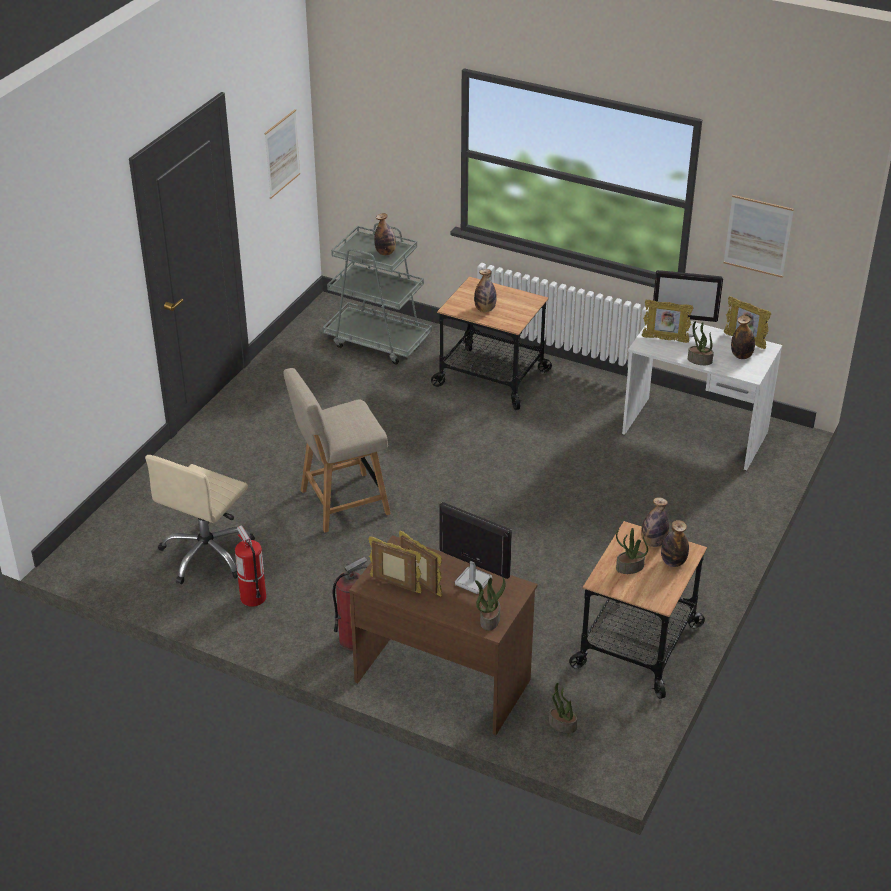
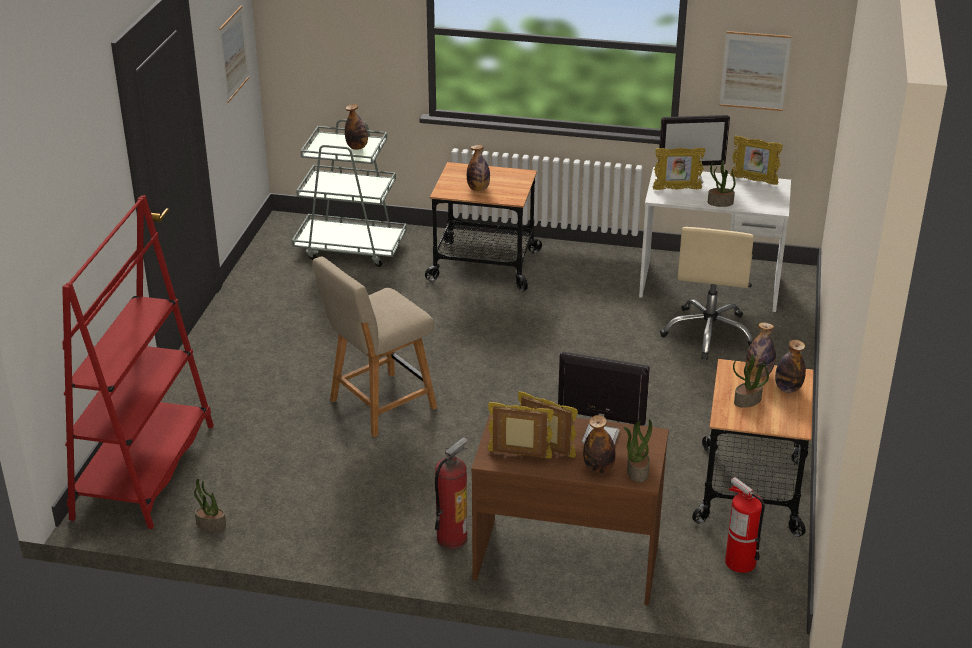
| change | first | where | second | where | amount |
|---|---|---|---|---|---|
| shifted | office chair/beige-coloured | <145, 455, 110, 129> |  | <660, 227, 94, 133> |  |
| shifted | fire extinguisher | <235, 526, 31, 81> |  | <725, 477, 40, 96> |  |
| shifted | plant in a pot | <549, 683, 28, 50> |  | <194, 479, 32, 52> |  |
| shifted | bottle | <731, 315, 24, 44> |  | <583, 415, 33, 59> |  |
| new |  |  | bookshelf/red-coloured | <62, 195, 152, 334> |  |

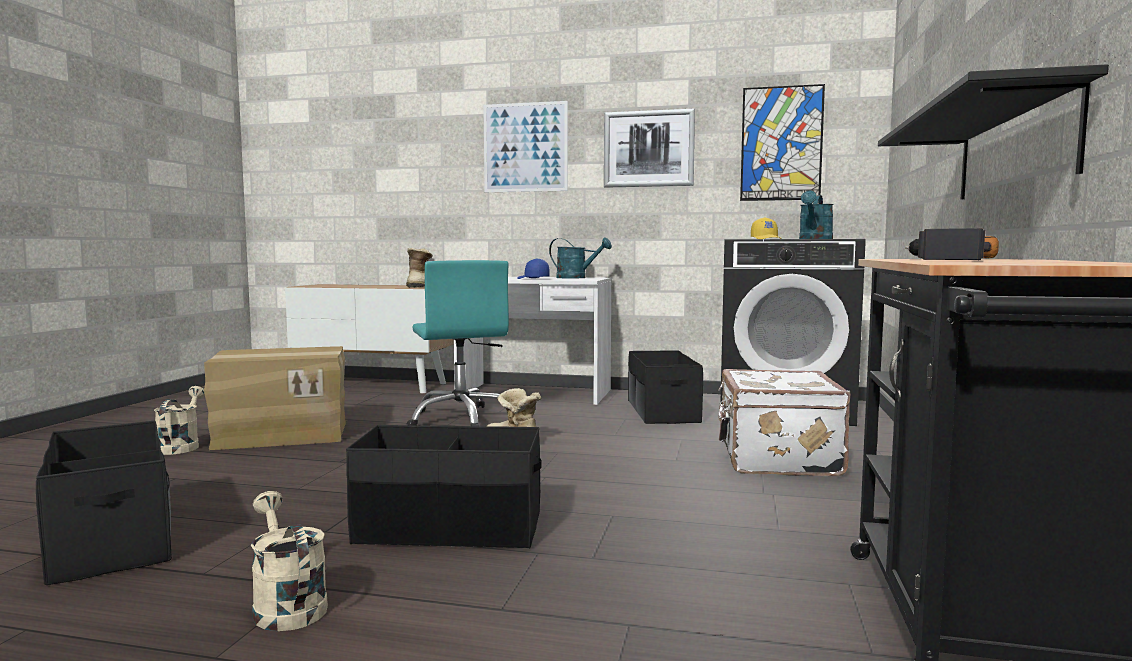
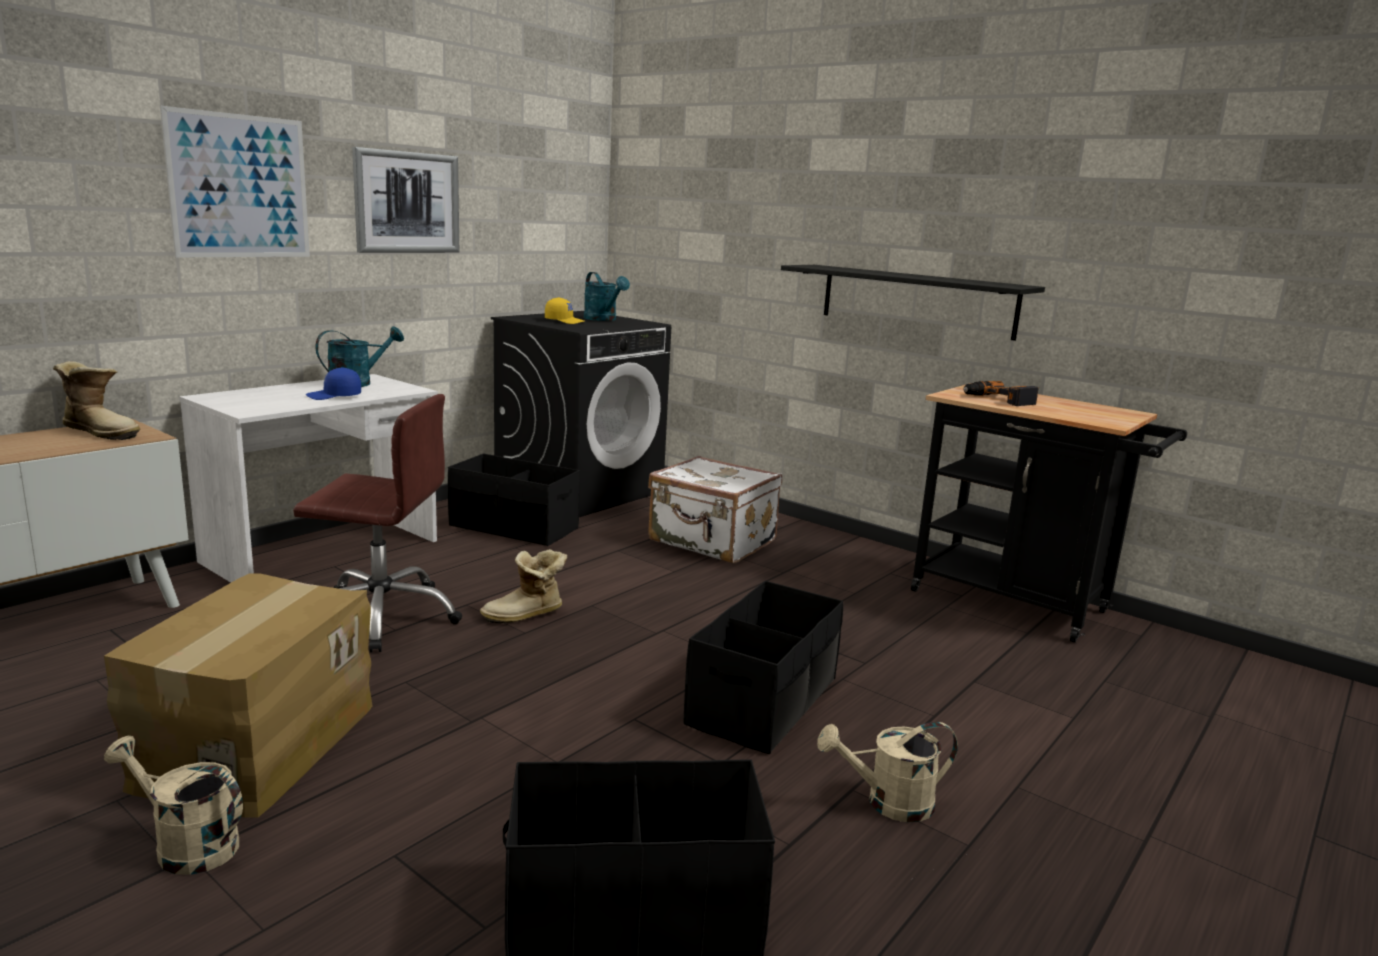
| change | first | where | second | where | amount |
|---|---|---|---|---|---|
| repainted | office chair/turquoise-coloured | <407, 260, 102, 166> | office chair/brown | <293, 394, 169, 259> |  |
| gone | wall picture | <740, 84, 85, 117> |  |  |  |

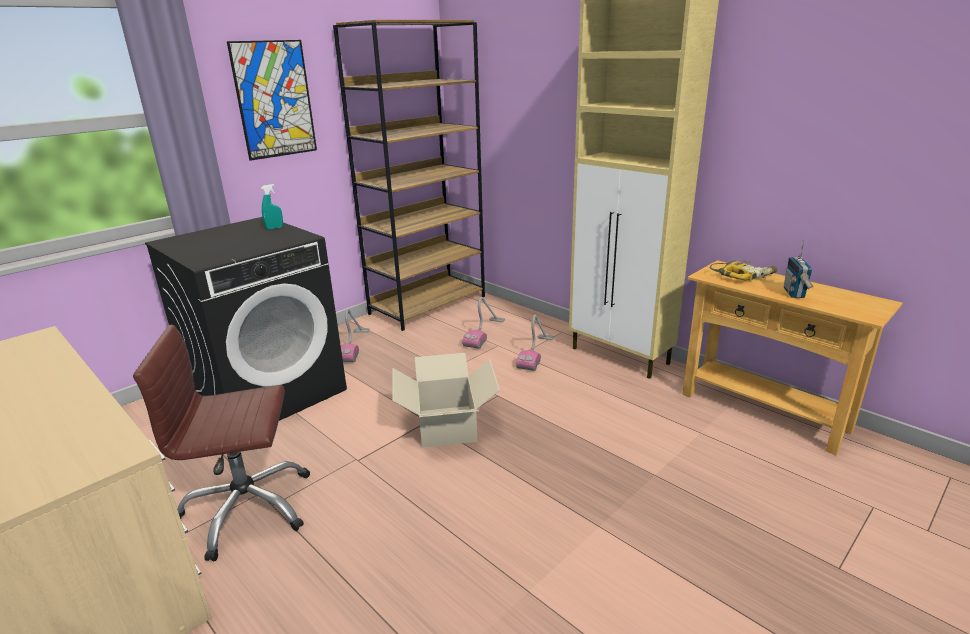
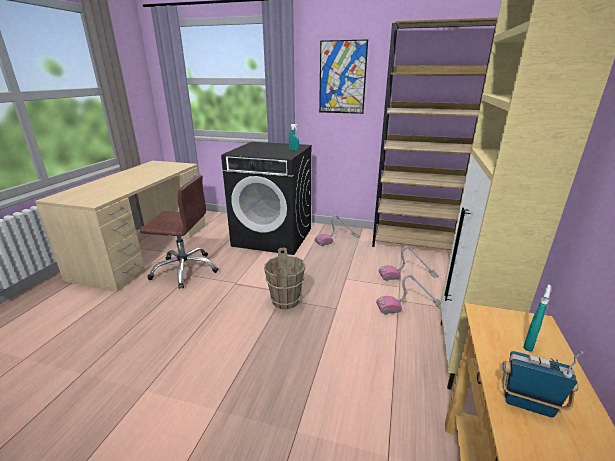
| change | first | where | second | where | amount |
|---|---|---|---|---|---|
| rotated | office chair/brown | <133, 325, 177, 236> |  | <140, 175, 78, 114> | 135 degrees clockwise |
| swapped | packing box | <393, 353, 107, 95> | water bucket/brown | <264, 248, 41, 61> |  |
| swapped | electric drill | <710, 260, 68, 21> | hand sprayer/turquoise-coloured | <523, 285, 28, 67> |  |
| rotated | radio set | <784, 240, 29, 58> |  | <502, 351, 82, 67> | 45 degrees clockwise |

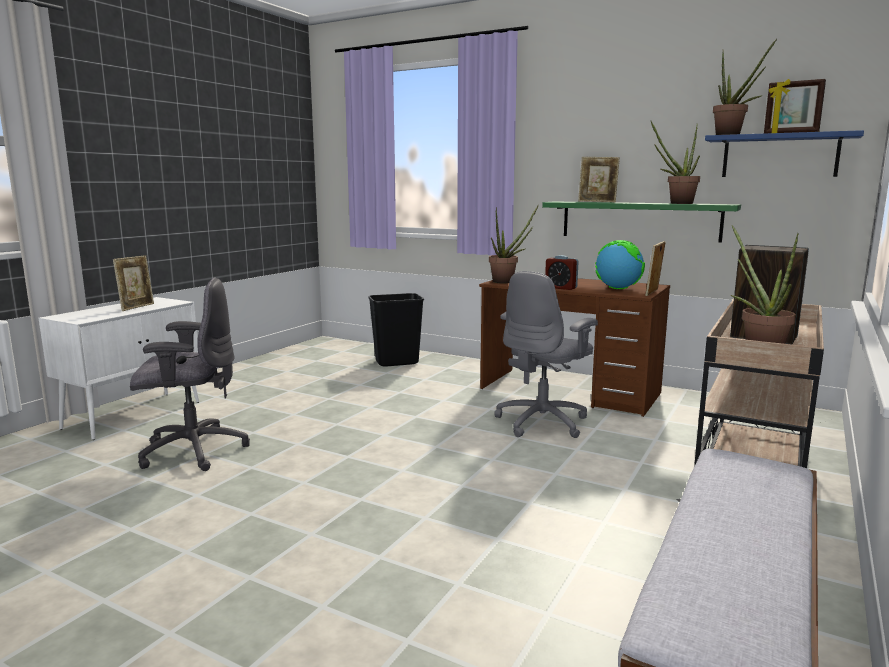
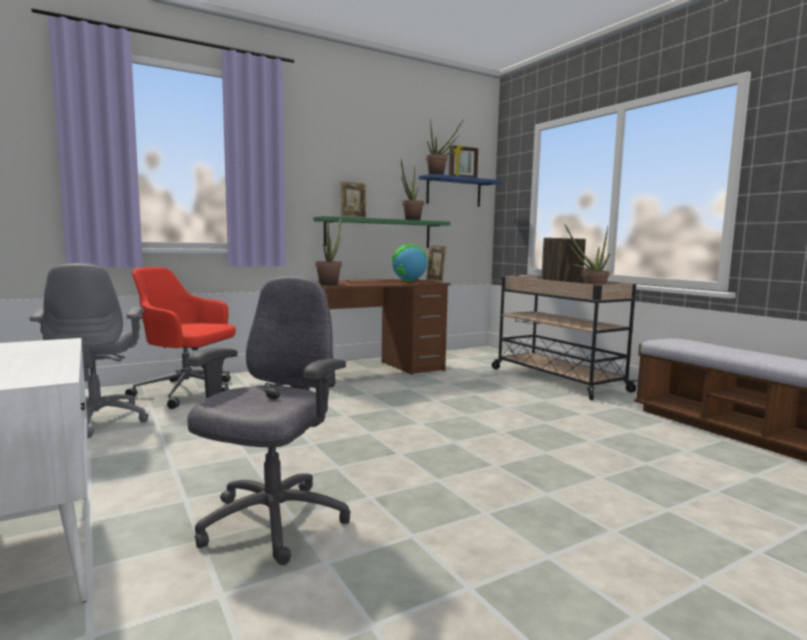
| change | first | where | second | where | amount |
|---|---|---|---|---|---|
| gone | photo frame | <113, 255, 41, 56> |  |  |  |
| swapped | trash can/black-coloured | <368, 293, 56, 74> | office chair/red-coloured | <125, 267, 111, 142> |  |
| shifted | office chair/greyish | <494, 271, 104, 167> |  | <30, 263, 119, 175> |  |
| gone | alarm clock | <545, 255, 34, 35> |  |  |  |

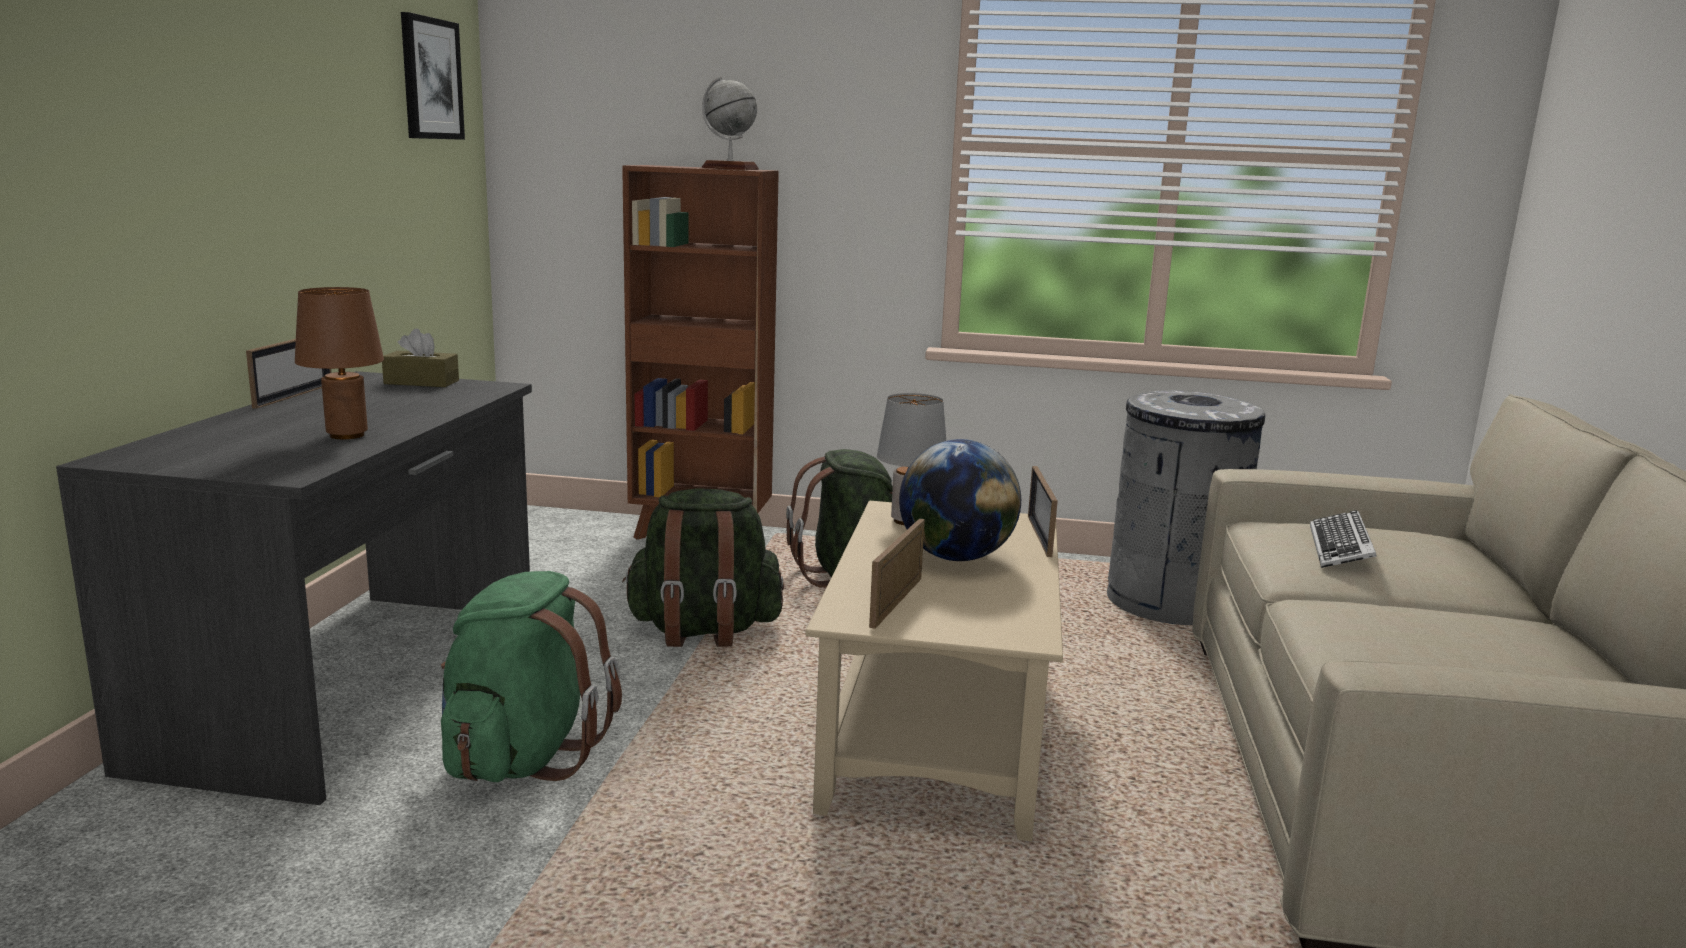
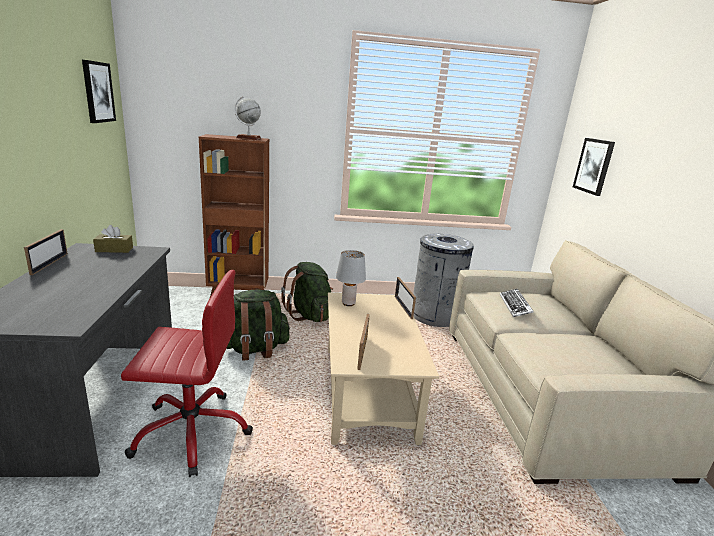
| change | first | where | second | where | amount |
|---|---|---|---|---|---|
| gone | lamp for a table/brown | <295, 287, 89, 152> |  |  |  |
| swapped | knapsack/green | <441, 571, 181, 211> | office chair/red-coloured | <121, 270, 132, 207> |  |
| gone | globe | <899, 439, 122, 122> |  |  |  |
| new |  |  | wall picture | <573, 138, 42, 58> |  |

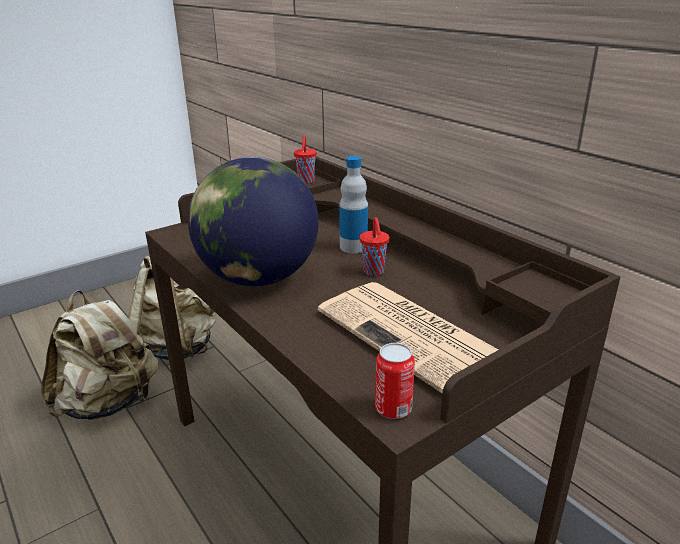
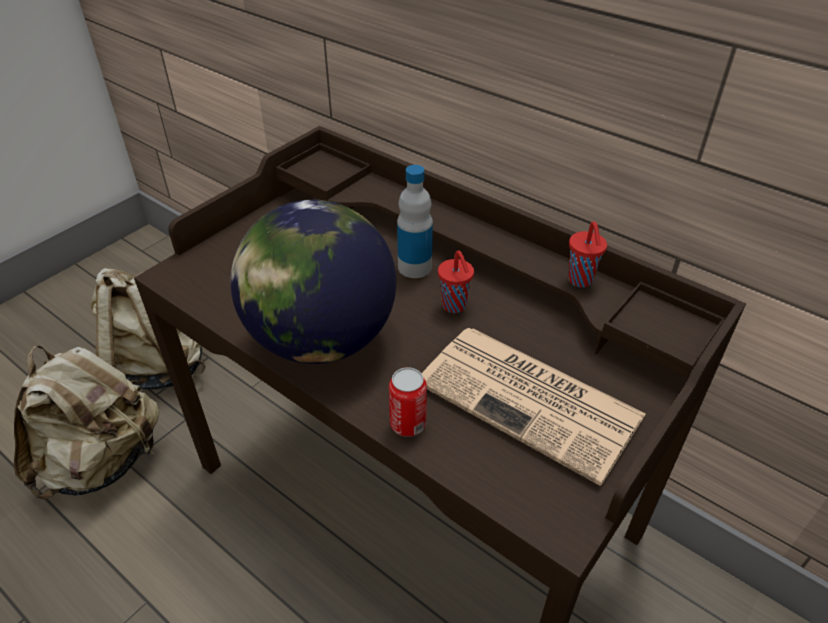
| change | first | where | second | where | amount |
|---|---|---|---|---|---|
| shifted | small cup/red-coloured | <294, 135, 23, 48> |  | <568, 221, 39, 66> |  |
| shifted | metal can | <375, 343, 40, 76> |  | <389, 367, 38, 70> |  |

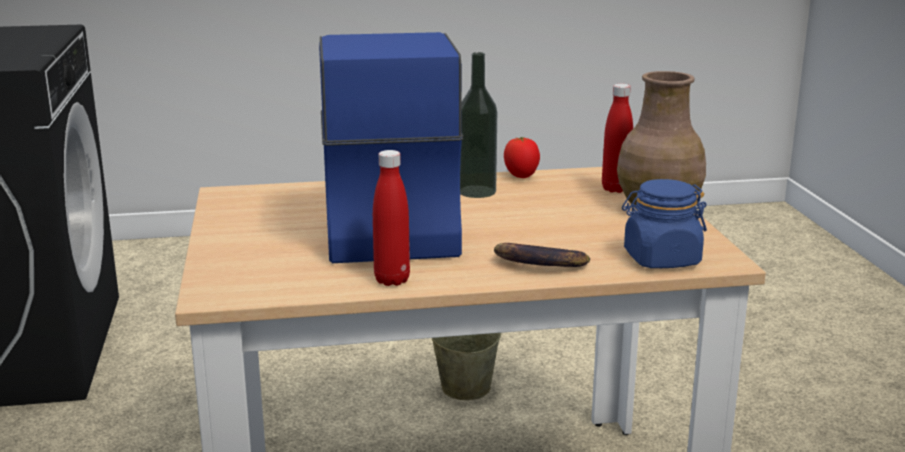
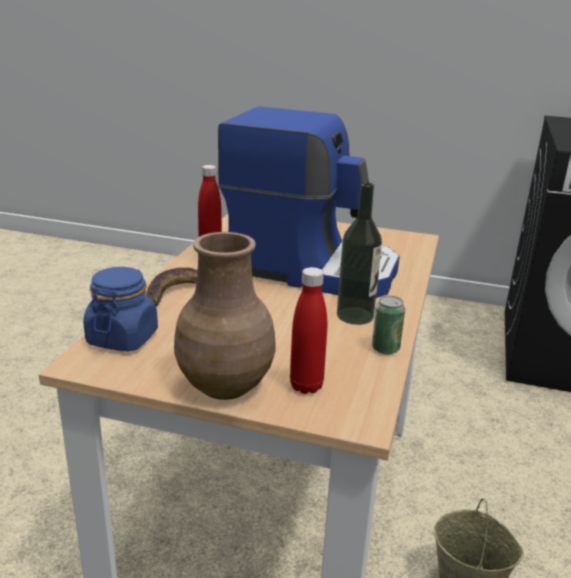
| change | first | where | second | where | amount |
|---|---|---|---|---|---|
| swapped | tomato | <504, 137, 36, 41> | metal can | <372, 296, 33, 58> |  |

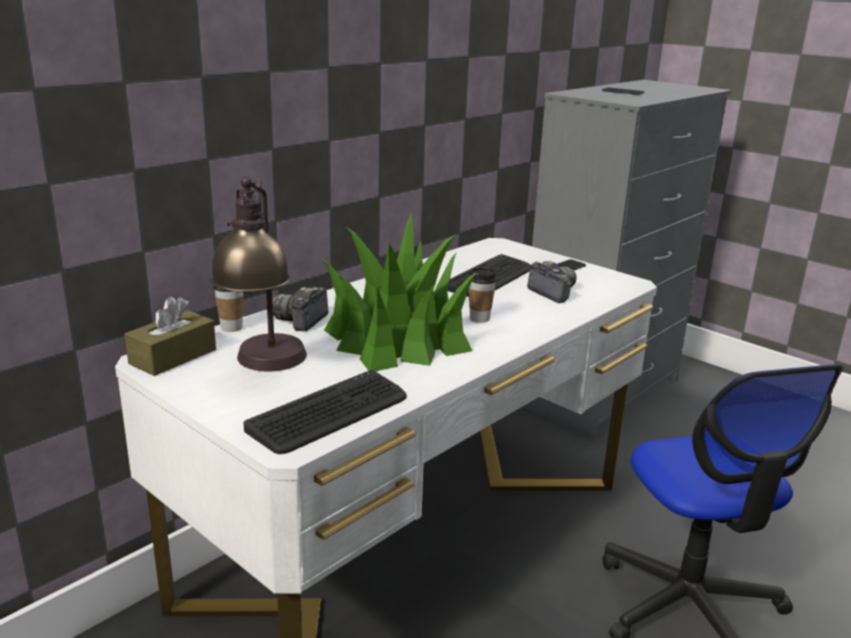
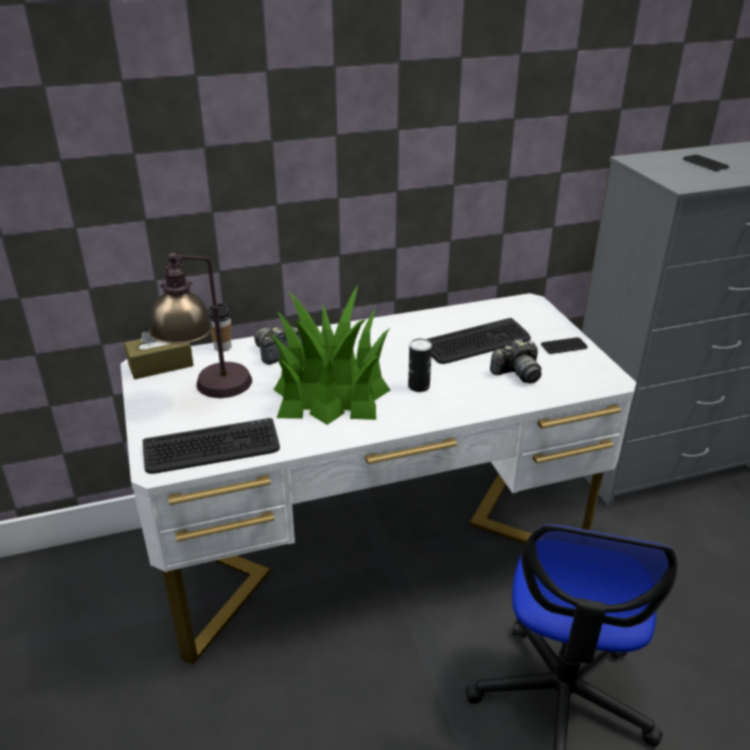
| change | first | where | second | where | amount |
|---|---|---|---|---|---|
| swapped | small cup | <468, 268, 29, 55> | metal can | <408, 338, 24, 54> |  |
| rotated | still camera | <527, 261, 50, 42> |  | <490, 339, 51, 45> | 75 degrees clockwise |

